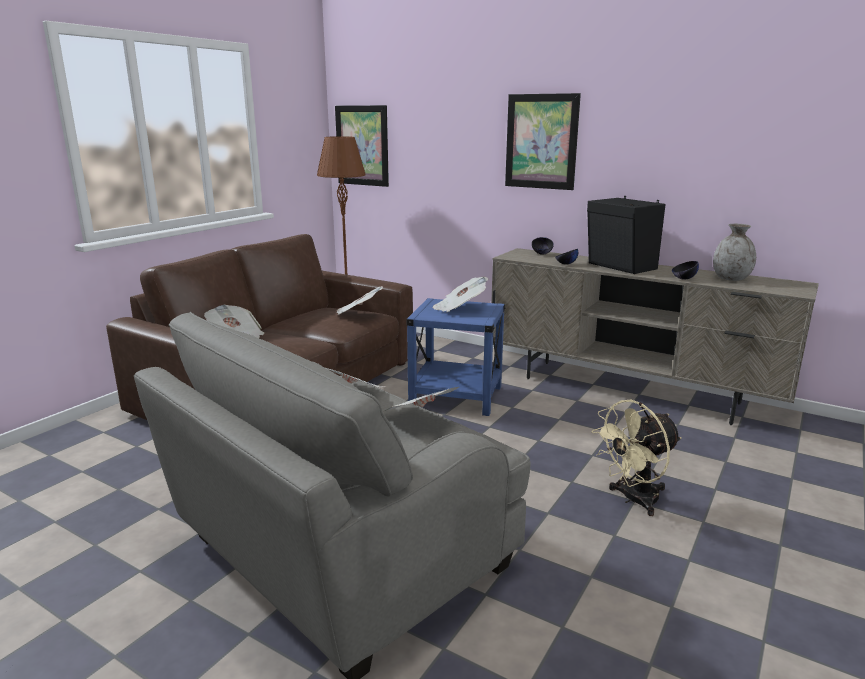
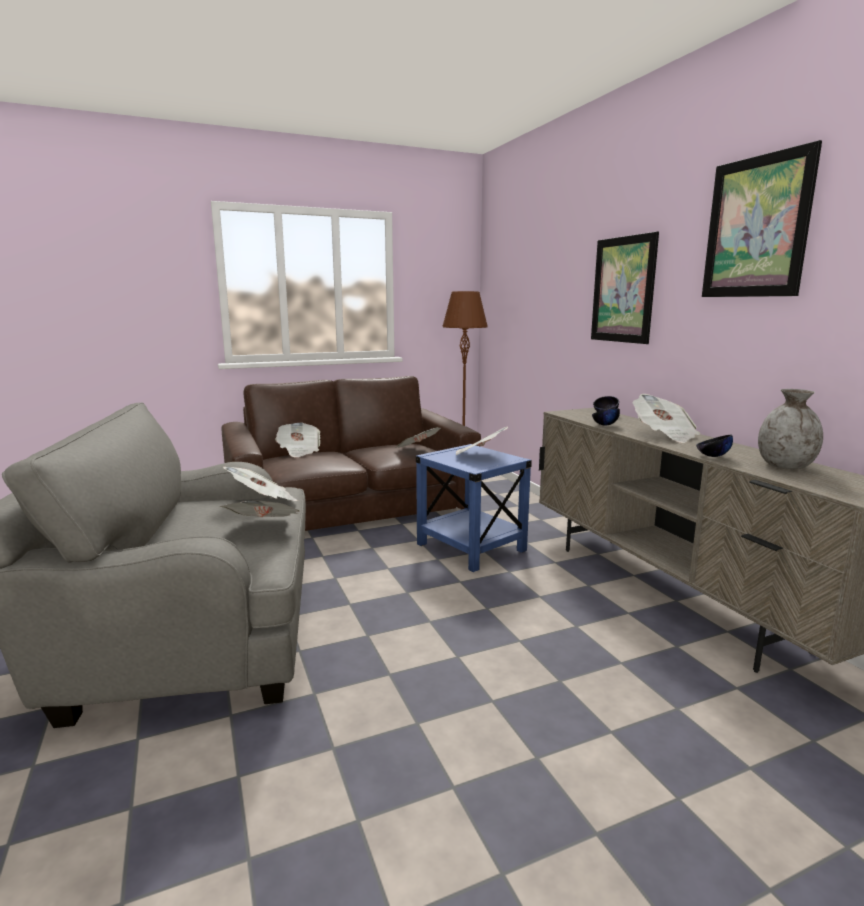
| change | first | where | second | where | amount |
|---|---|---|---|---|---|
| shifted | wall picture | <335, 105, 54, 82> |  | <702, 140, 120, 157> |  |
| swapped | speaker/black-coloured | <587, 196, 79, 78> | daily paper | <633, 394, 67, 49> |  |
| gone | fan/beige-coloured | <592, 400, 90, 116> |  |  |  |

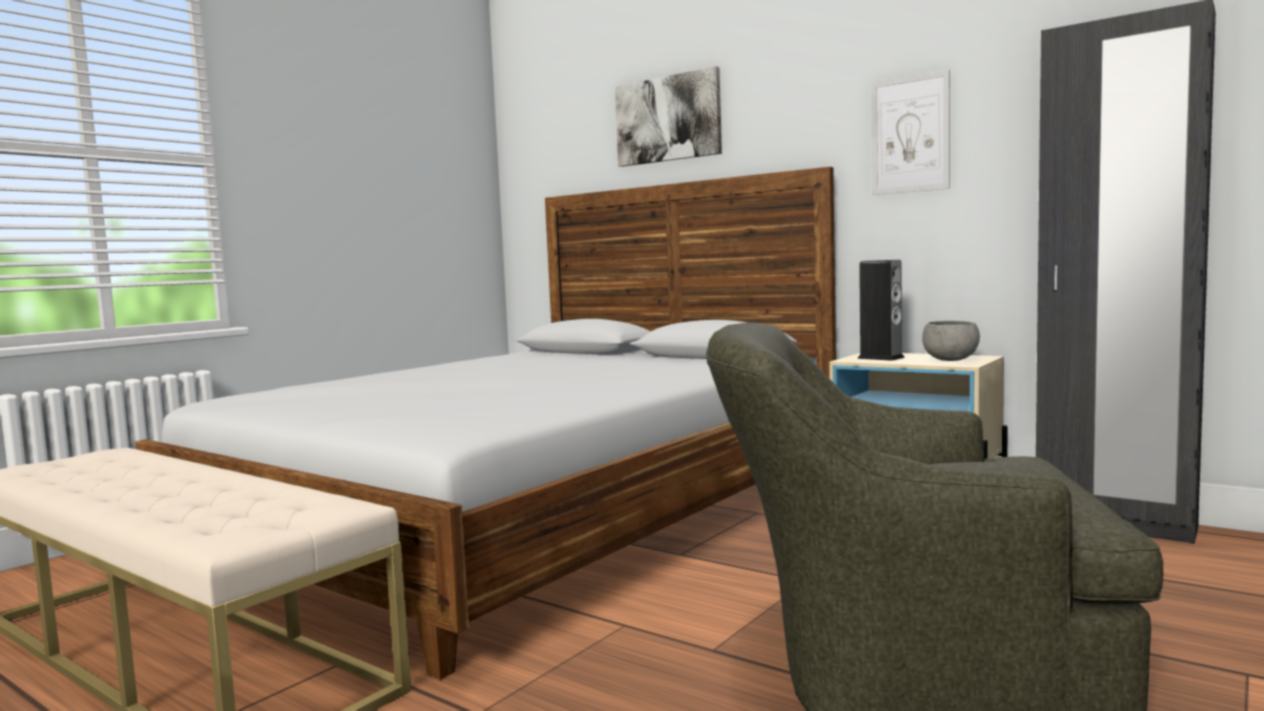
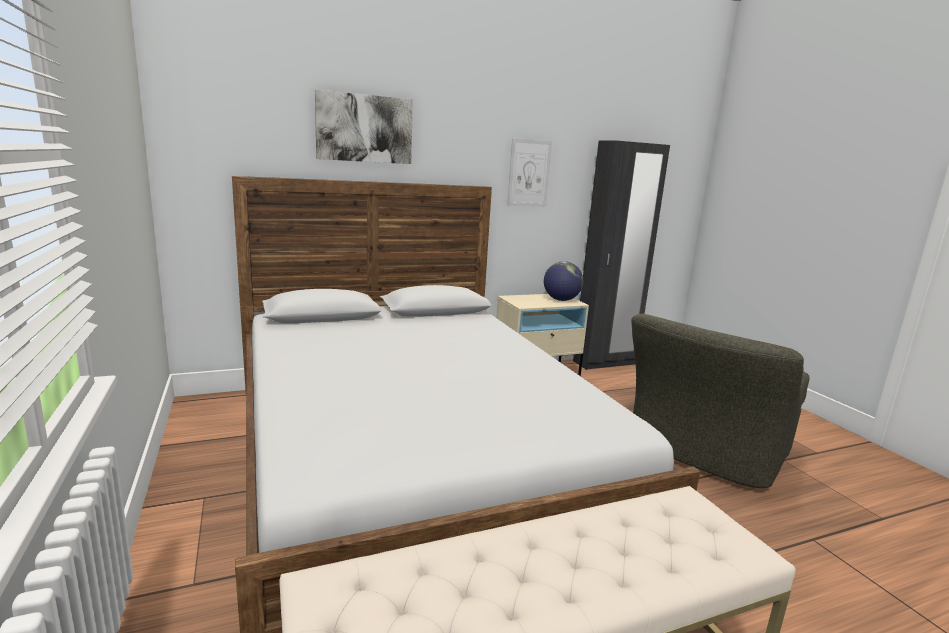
| change | first | where | second | where | amount |
|---|---|---|---|---|---|
| gone | speaker | <857, 260, 48, 101> |  |  |  |
| swapped | deep dish/greyish | <922, 321, 58, 40> | globe | <544, 261, 39, 40> |  |

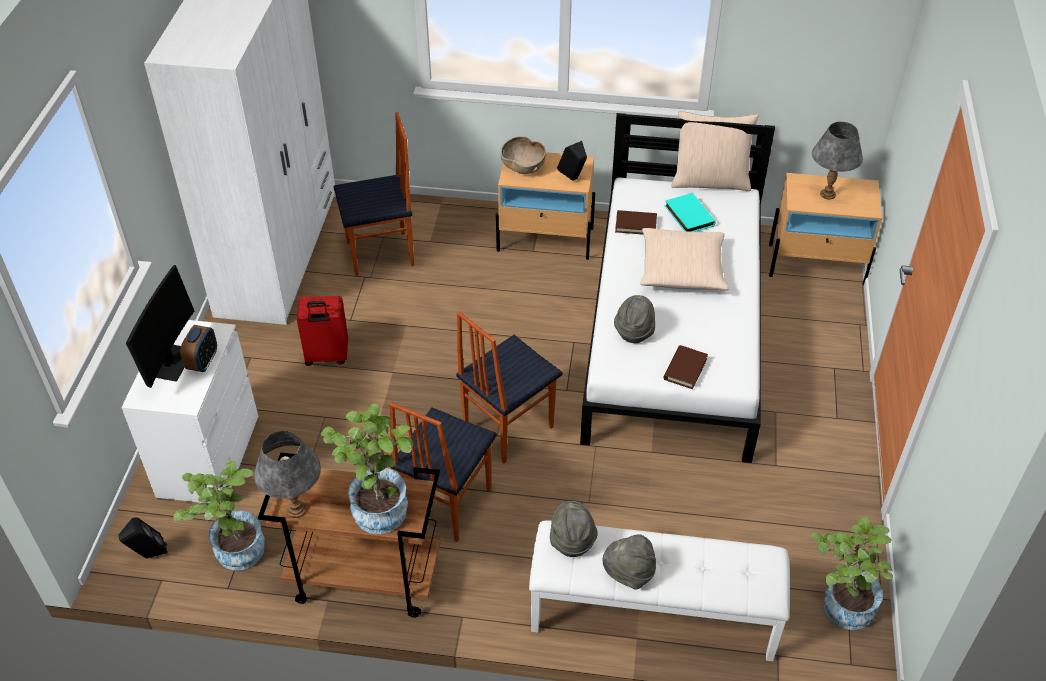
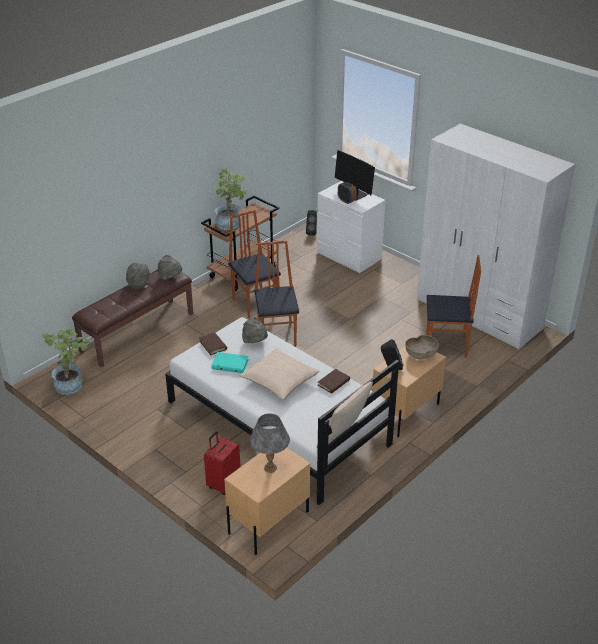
| change | first | where | second | where | amount |
|---|---|---|---|---|---|
| gone | plant in a pot | <173, 461, 92, 109> |  |  |  |
| gone | lamp for a table/greyish | <254, 431, 67, 87> |  |  |  |
| shifted | travel case/red-coloured | <297, 296, 51, 70> |  | <204, 431, 37, 64> |  |
| rotated | chair | <334, 112, 80, 164> |  | <426, 255, 55, 103> | 105 degrees counterclockwise |
| repainted | long seat/white | <529, 520, 261, 141> | long seat/brown | <72, 269, 121, 98> |  |
| shifted | volume/turquoise-coloured | <665, 193, 51, 39> |  | <211, 352, 38, 21> |  |

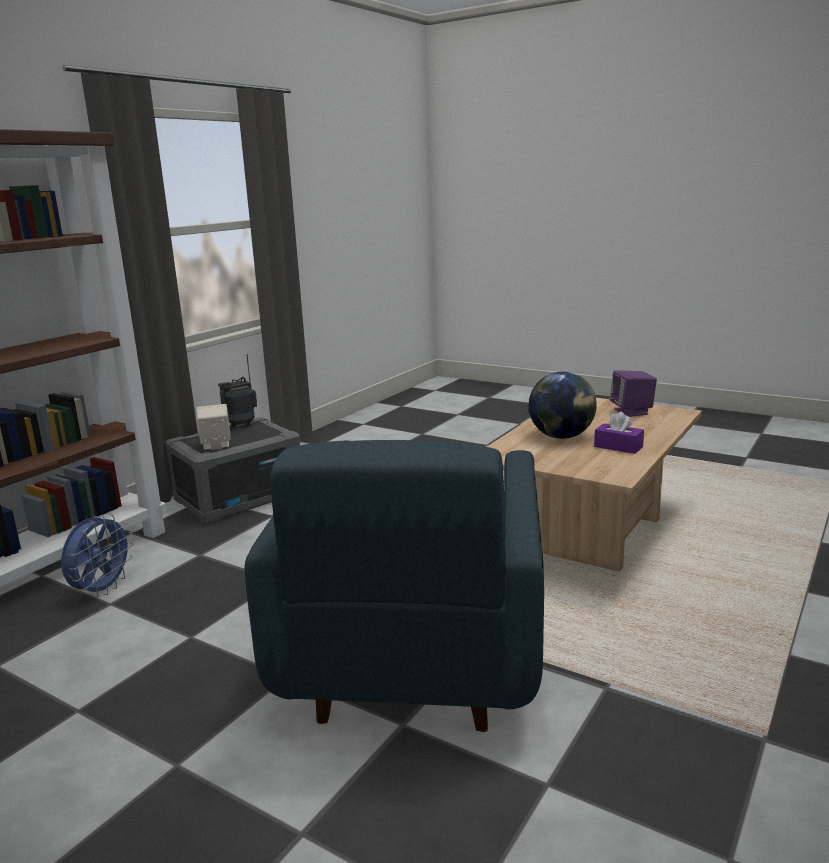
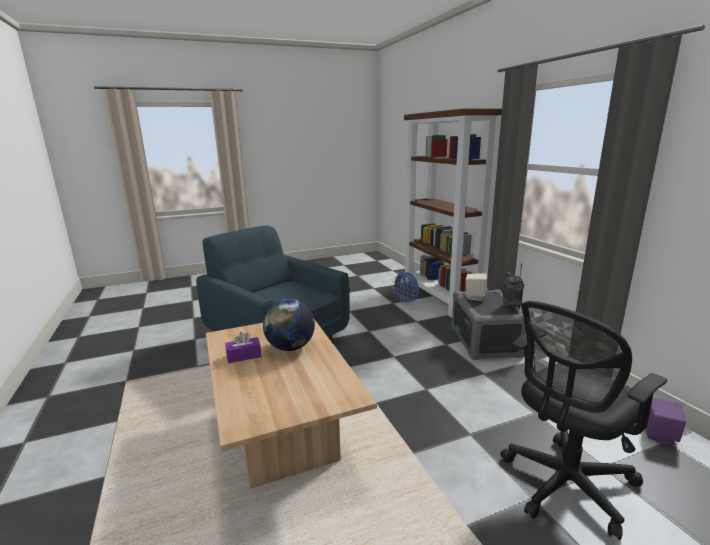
| change | first | where | second | where | amount |
|---|---|---|---|---|---|
| shifted | speaker/purple-coloured | <610, 370, 47, 47> |  | <645, 398, 41, 47> |  |
| new |  |  | office chair/black-coloured | <500, 301, 168, 239> |  |

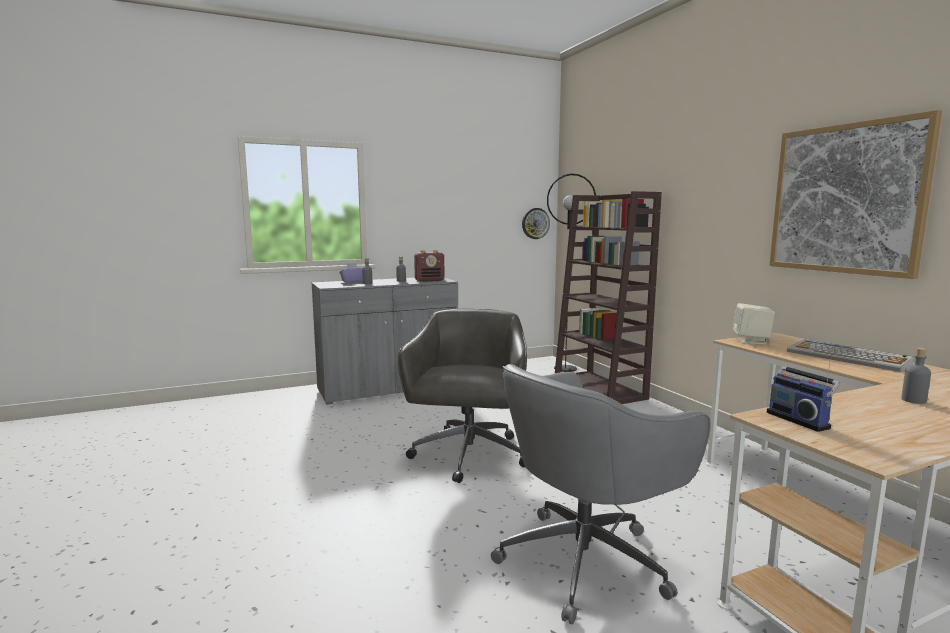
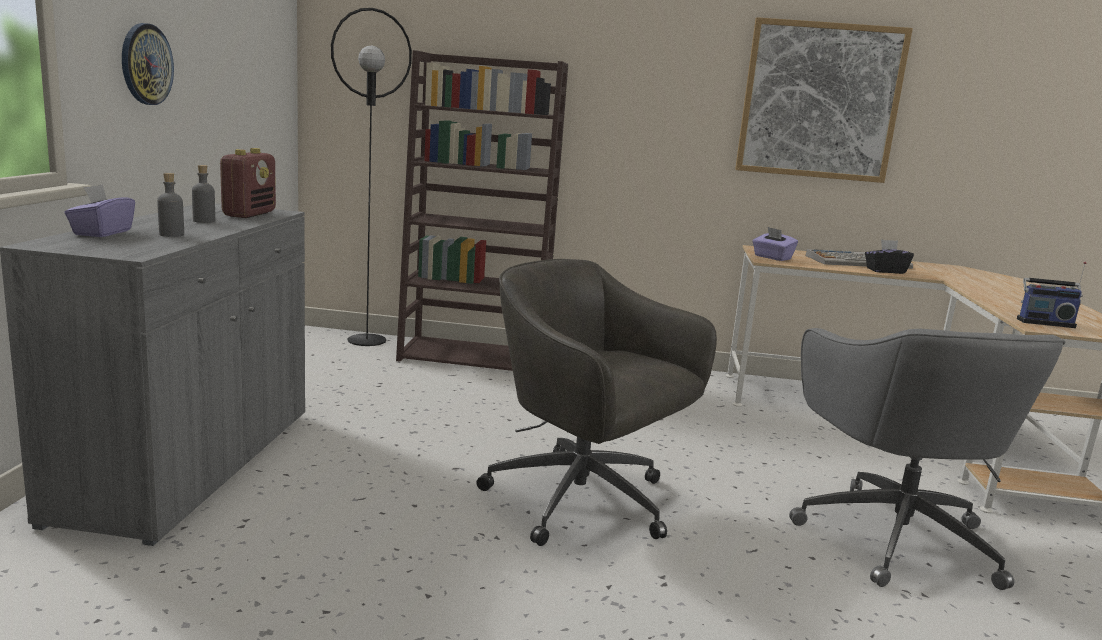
| change | first | where | second | where | amount |
|---|---|---|---|---|---|
| shifted | wall clock | <522, 208, 28, 31> |  | <122, 23, 52, 82> |  |
| swapped | speaker/beige-coloured | <733, 303, 42, 41> | tissue holder/purple-coloured | <753, 227, 45, 34> |  |
| gone | bottle/greyish | <901, 348, 30, 56> |  |  |  |
| new |  |  | tissue holder/black-coloured | <865, 239, 49, 35> |  |

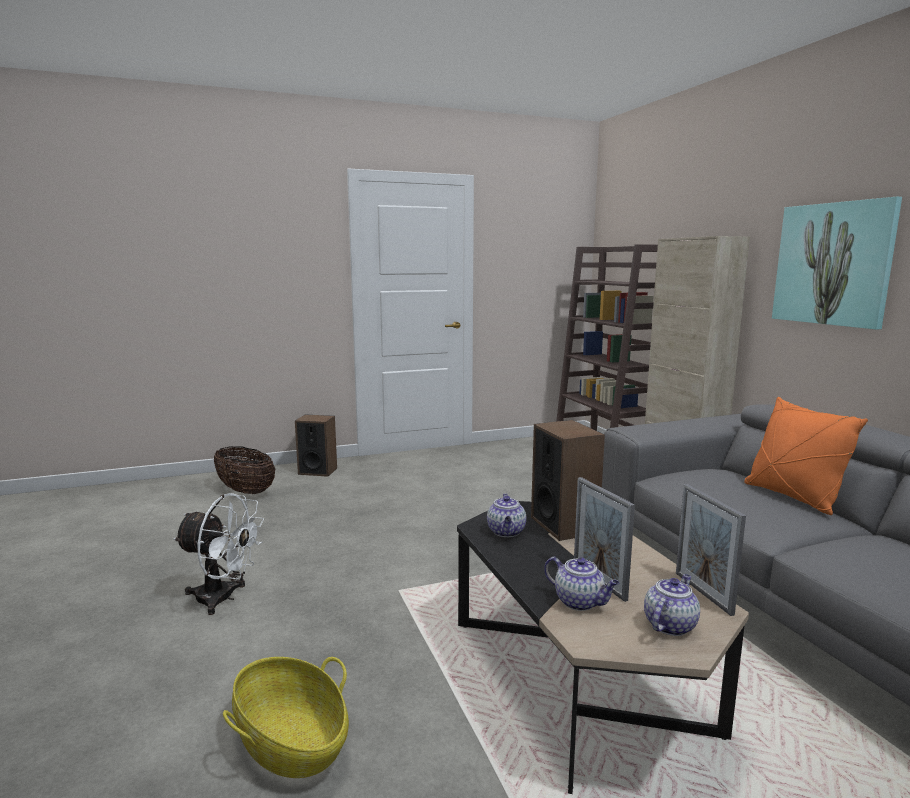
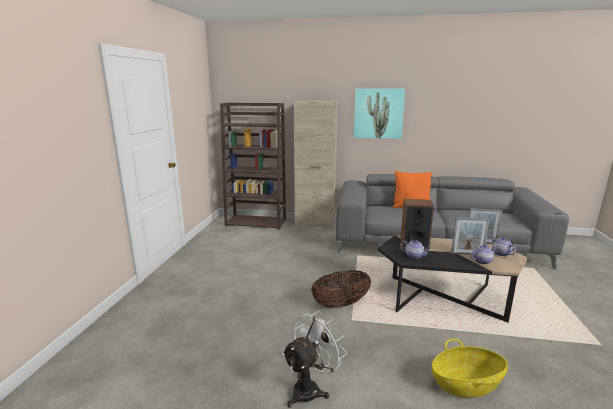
| change | first | where | second | where | amount |
|---|---|---|---|---|---|
| shifted | storage basket | <214, 446, 61, 48> |  | <311, 270, 60, 38> |  |
| gone | speaker | <295, 414, 42, 63> |  |  |  |

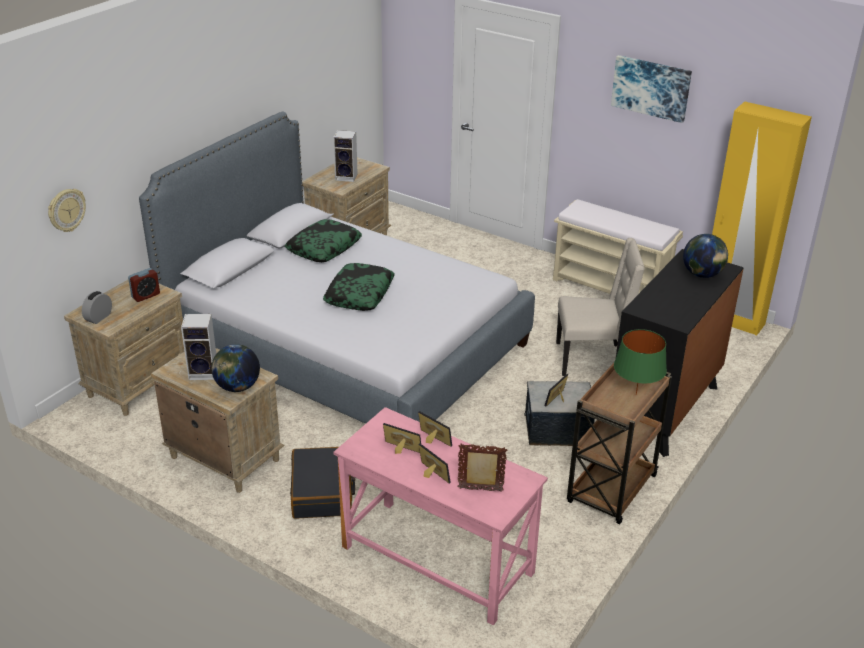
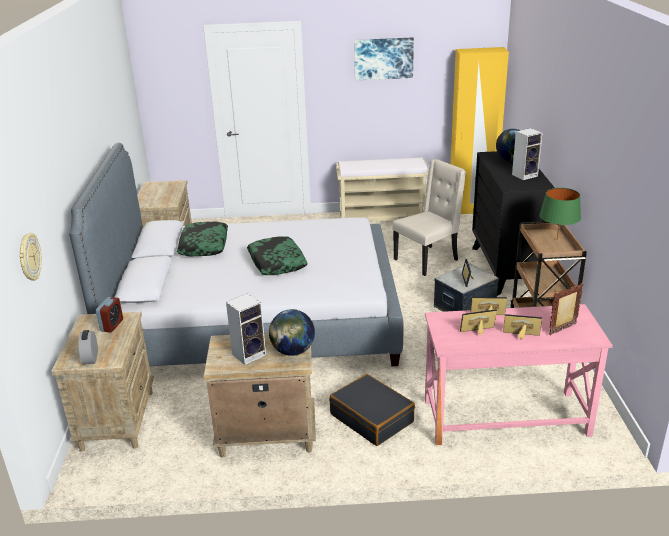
| change | first | where | second | where | amount |
|---|---|---|---|---|---|
| shifted | speaker | <333, 130, 25, 52> |  | <512, 128, 30, 52> |  |

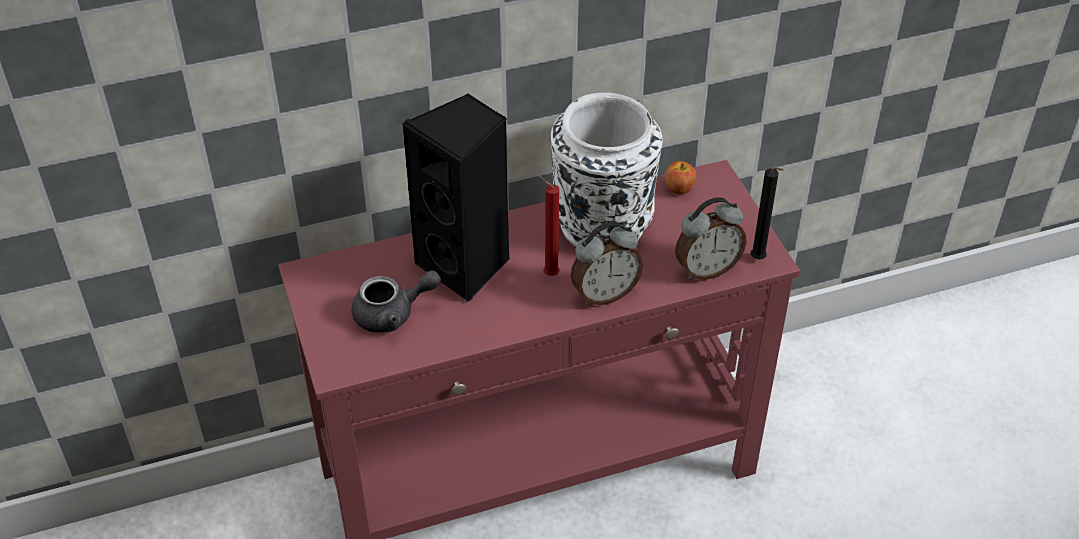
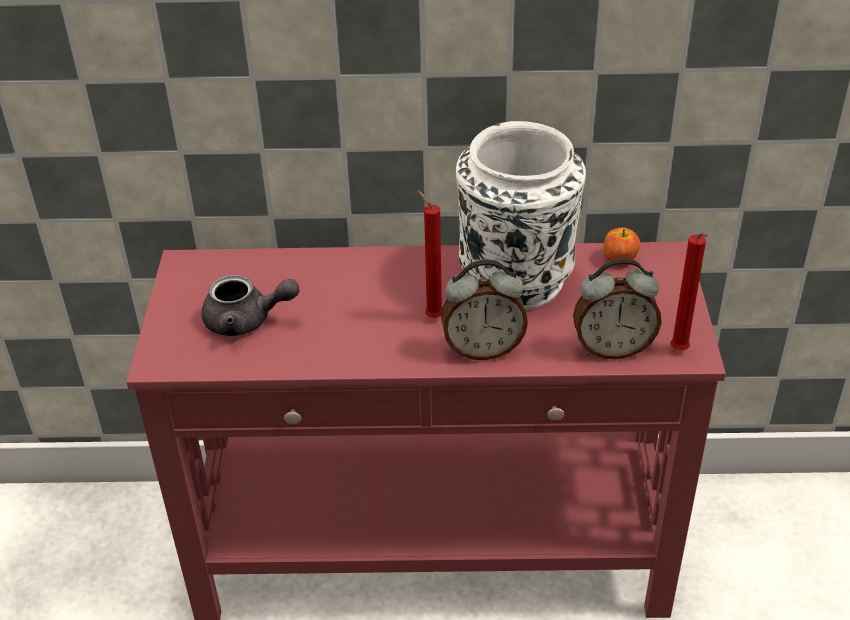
| change | first | where | second | where | amount |
|---|---|---|---|---|---|
| gone | speaker/black-coloured | <402, 93, 108, 209> |  |  |  |
| repainted | wax light/black-coloured | <751, 167, 32, 93> | wax light/red-coloured | <670, 233, 39, 117> |  |

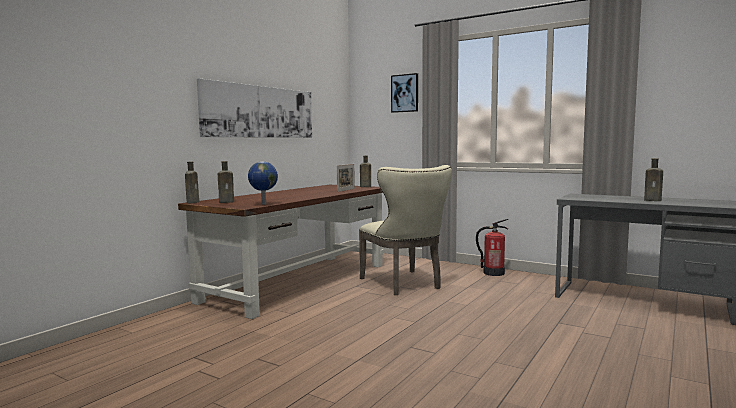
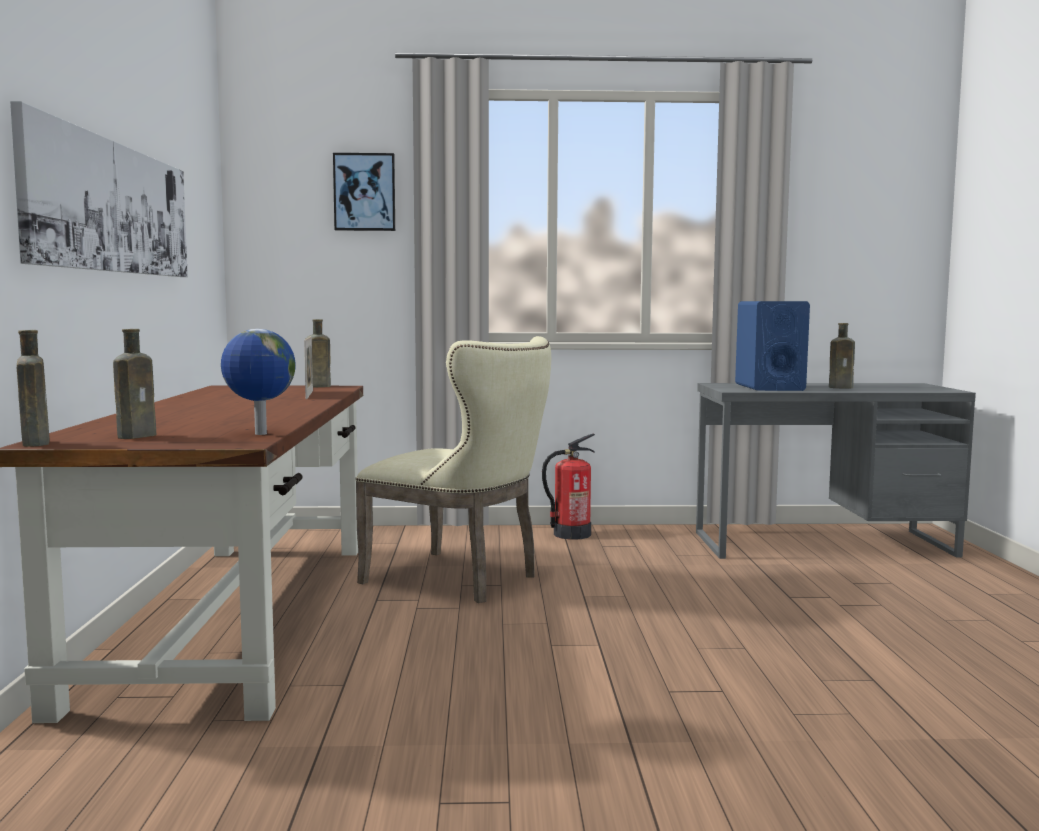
| change | first | where | second | where | amount |
|---|---|---|---|---|---|
| new |  |  | speaker/bluish | <735, 301, 75, 90> |  |

